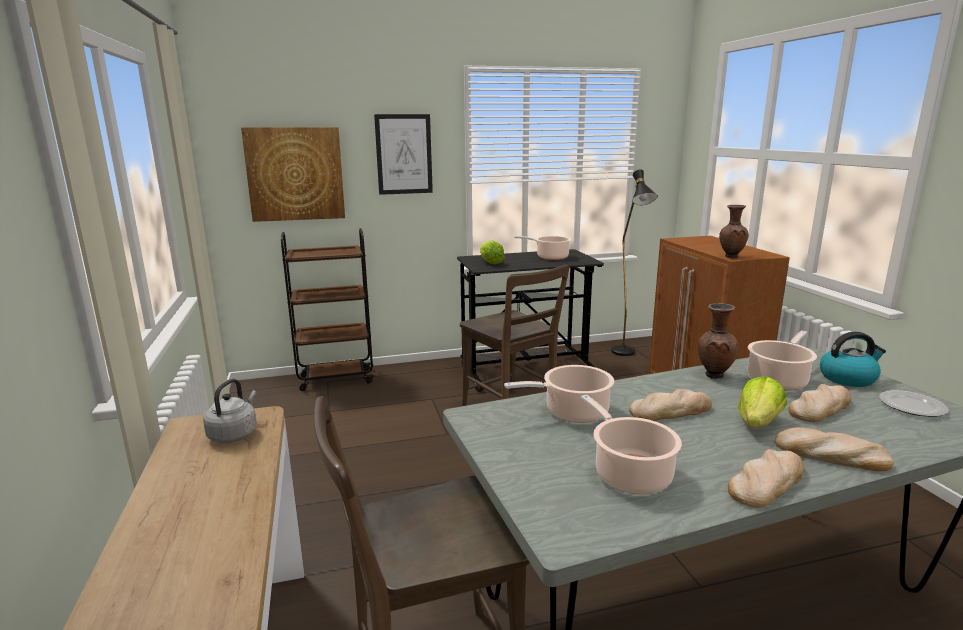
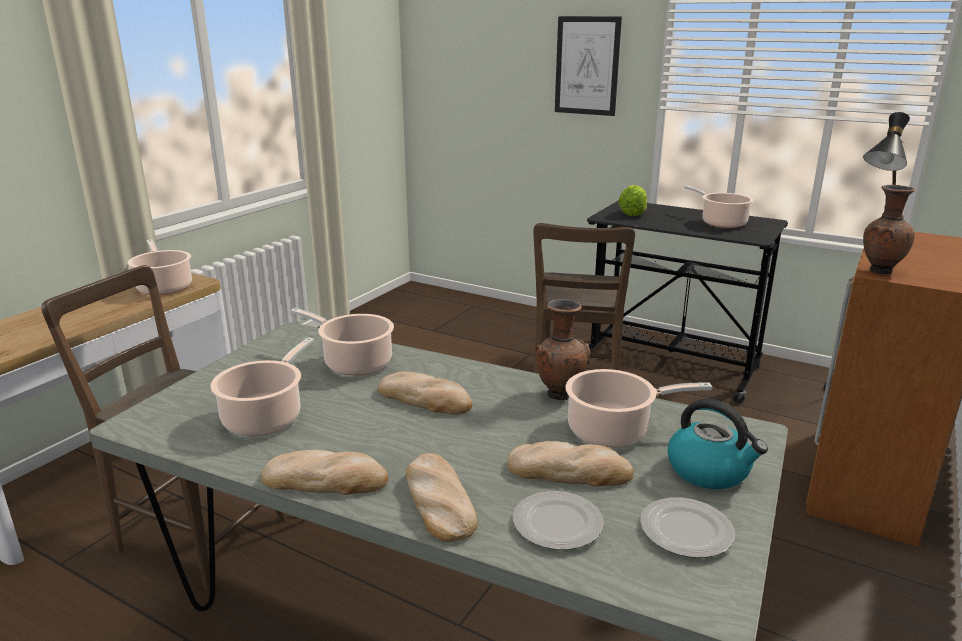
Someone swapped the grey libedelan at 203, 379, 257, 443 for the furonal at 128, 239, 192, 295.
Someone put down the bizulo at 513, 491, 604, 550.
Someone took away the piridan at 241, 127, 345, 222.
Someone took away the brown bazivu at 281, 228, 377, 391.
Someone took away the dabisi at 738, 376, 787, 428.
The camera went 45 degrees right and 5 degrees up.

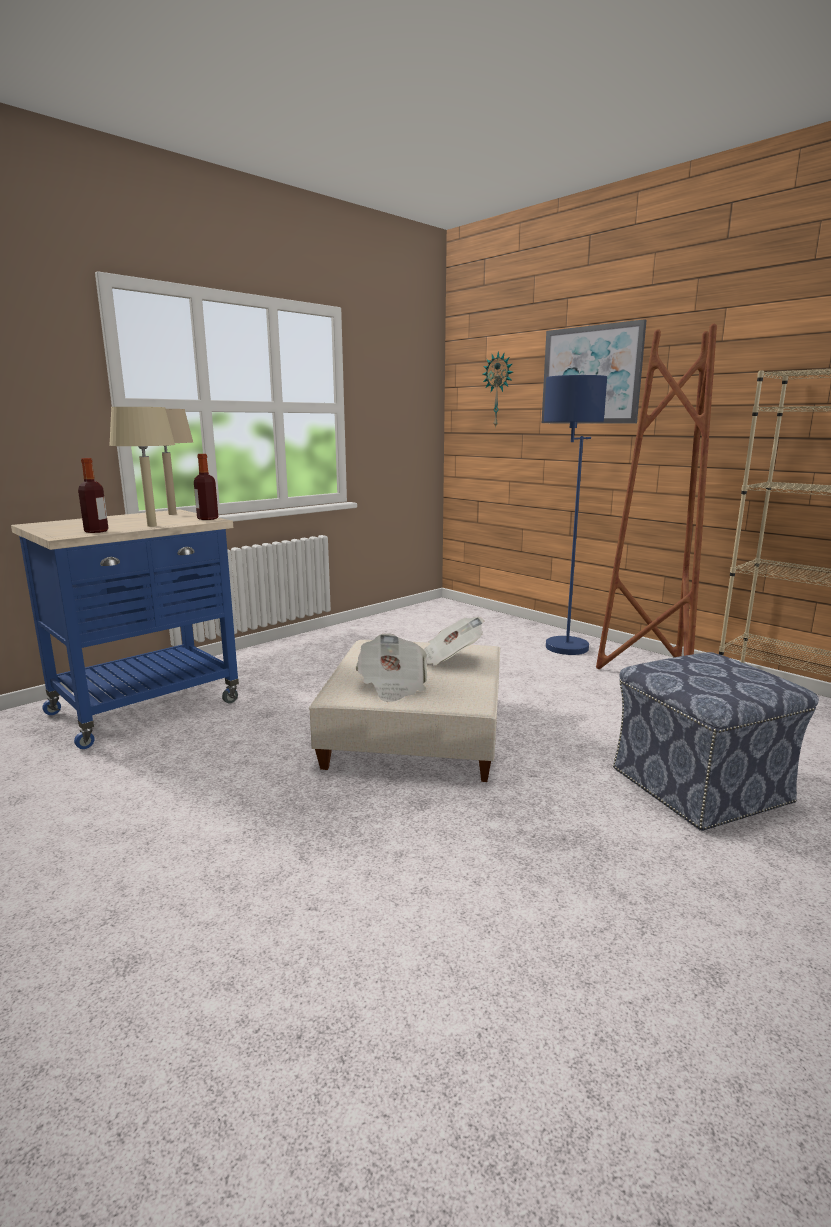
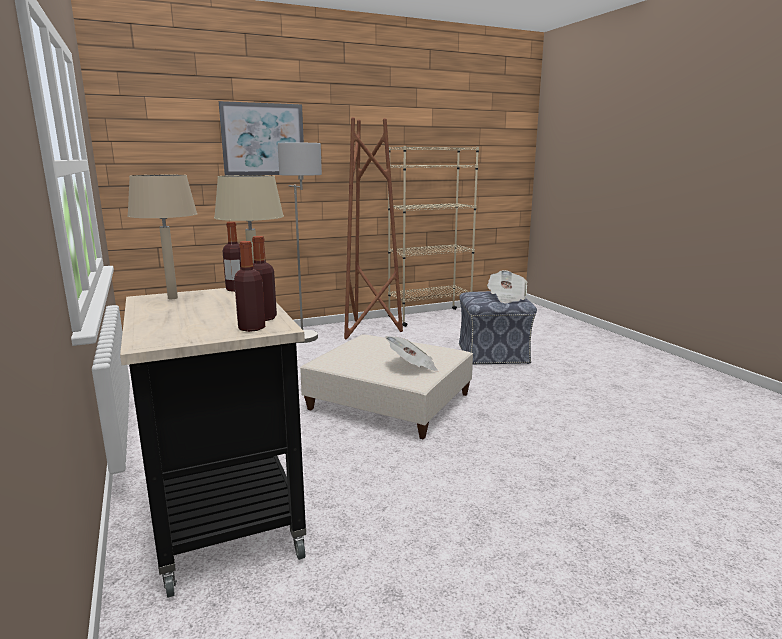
Someone repainted the blue bazivu at 11, 509, 239, 749, which became the black bazivu at 120, 288, 306, 598.
Someone put down the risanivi at 234, 241, 265, 332.
Someone repainted the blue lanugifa at 544, 375, 607, 655, which became the grey lanugifa at 278, 143, 322, 343.
Someone carried the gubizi from 424, 617, 485, 666 to 487, 270, 527, 303.
Someone took away the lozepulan at 483, 351, 513, 428.
The camera went 70 degrees left and 0 degrees up.

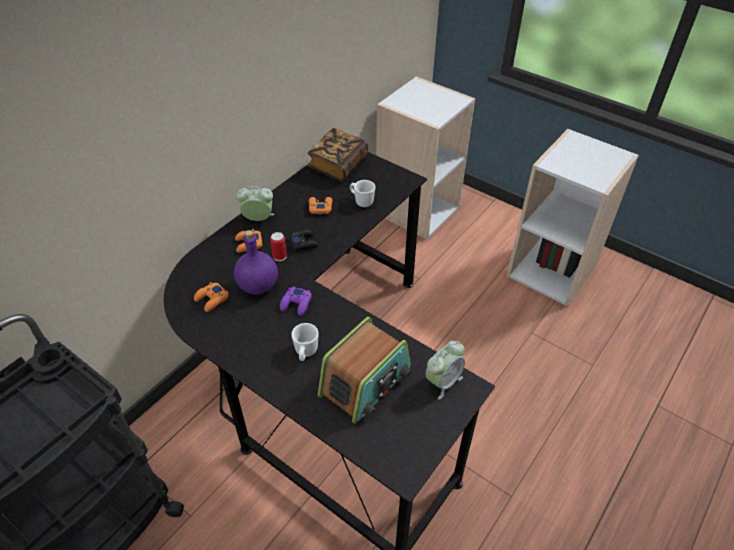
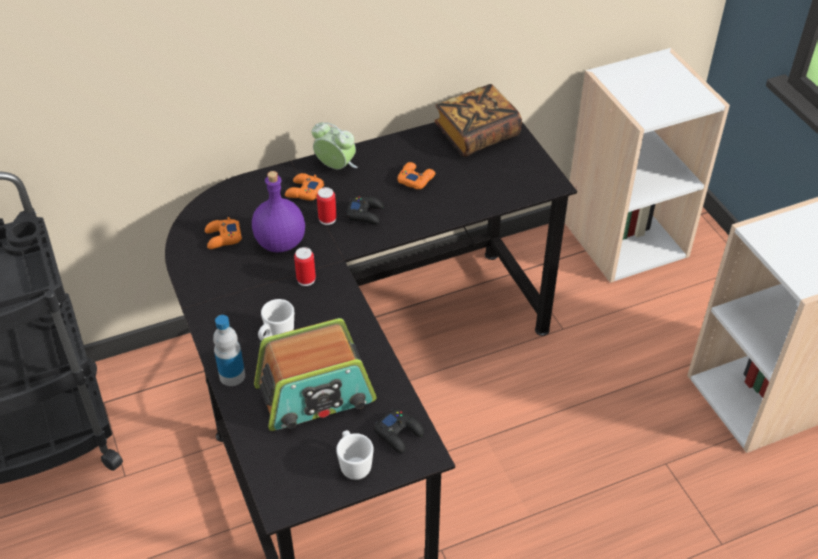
Someone put down the risanivi at 213, 315, 245, 386.
Someone swapped the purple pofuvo at 280, 287, 312, 316 for the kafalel at 294, 247, 316, 286.
Someone carried the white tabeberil from 350, 180, 375, 207 to 336, 430, 374, 480.
Someone swapped the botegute at 426, 341, 465, 399 for the black pofuvo at 374, 408, 424, 454.
The camera went 30 degrees right and 0 degrees up.

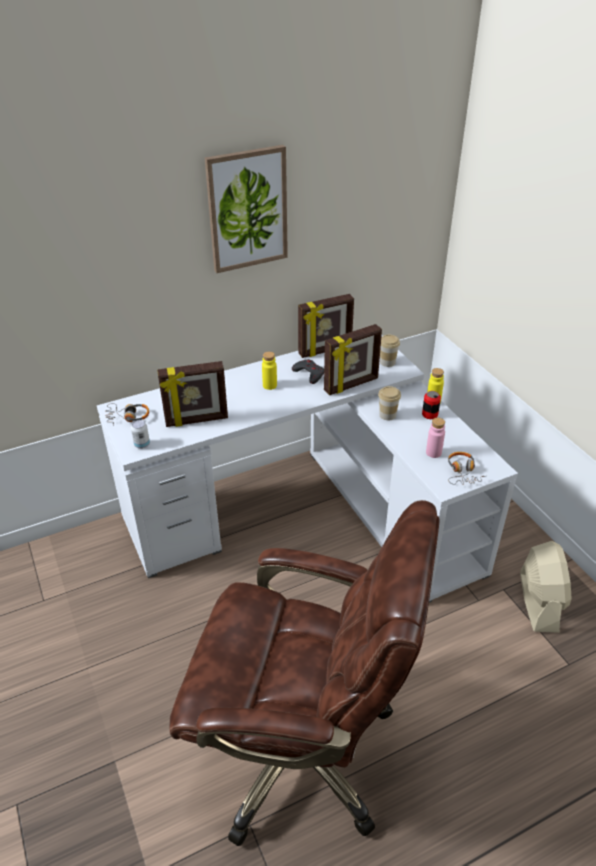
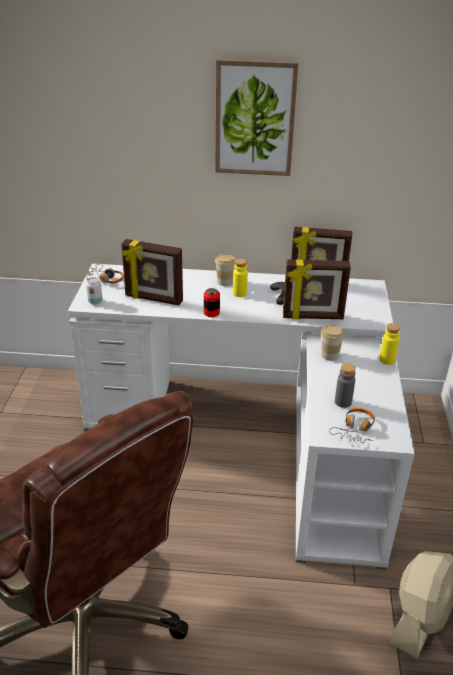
Someone carried the kafalel from 422, 391, 441, 419 to 204, 288, 220, 317.
Someone carried the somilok from 380, 335, 400, 367 to 215, 254, 236, 286.
Someone repainted the pink risanivi at 426, 418, 445, 458, which became the grey risanivi at 335, 363, 355, 408.
The camera went 30 degrees right and 5 degrees down.

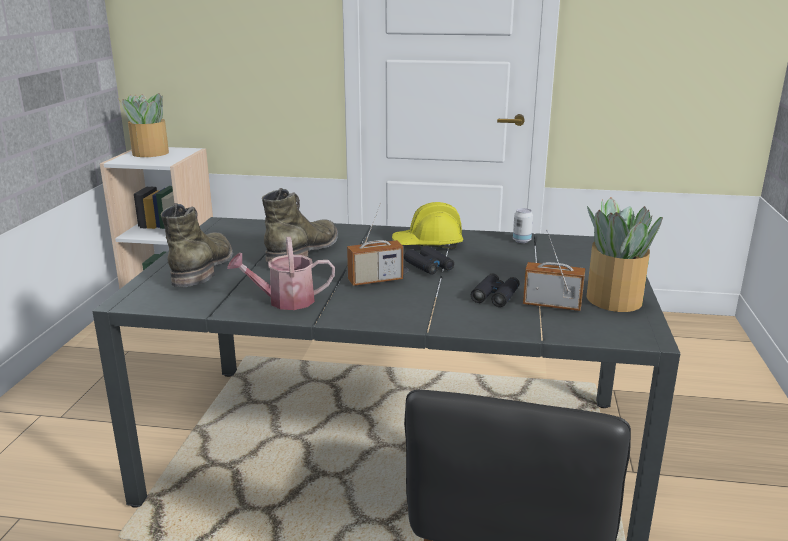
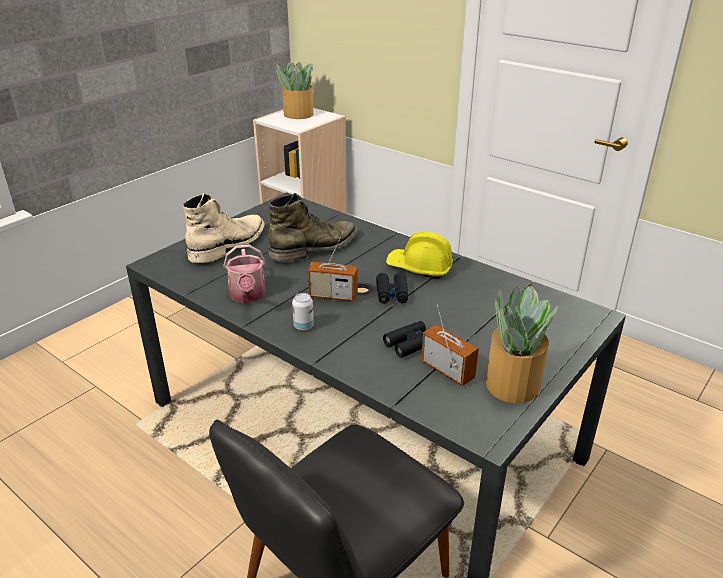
Someone repainted the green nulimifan at 160, 203, 233, 287, which became the beige nulimifan at 183, 193, 265, 263.
Someone rotated the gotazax at 227, 237, 335, 310 by 120 degrees counterclockwise.
Someone carried the kafalel from 513, 208, 533, 243 to 292, 293, 314, 331.
The camera went 30 degrees right and 10 degrees up.

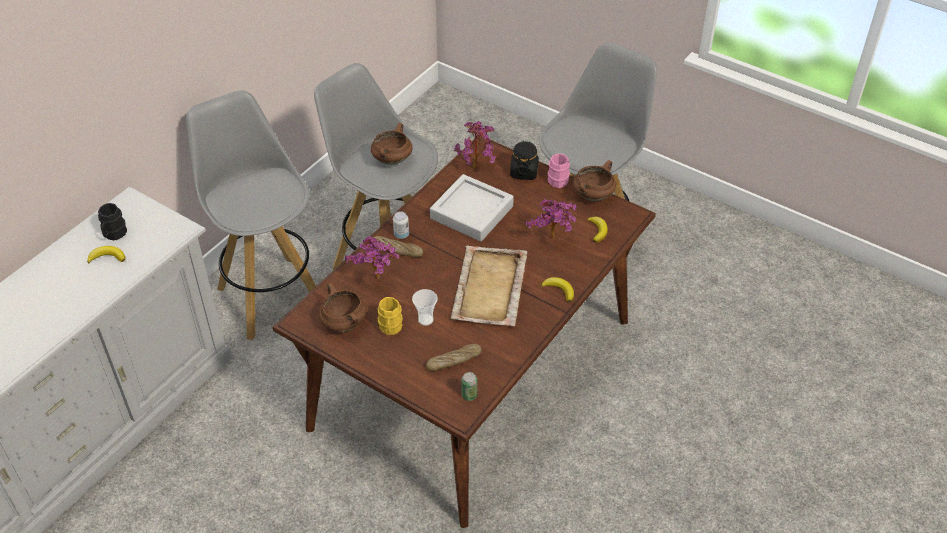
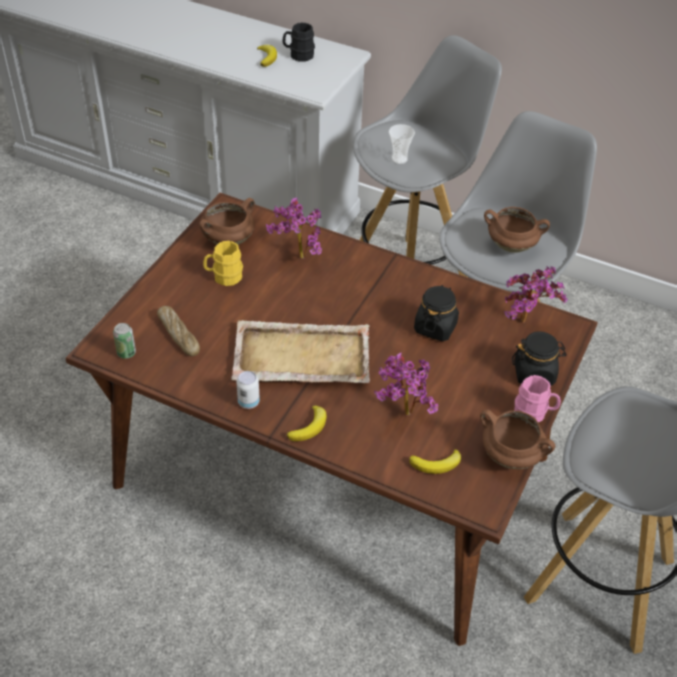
Someone carried the kafalel from 393, 211, 409, 239 to 236, 371, 260, 409.
Someone carried the somilok from 412, 289, 438, 326 to 389, 124, 415, 164.
Someone swapped the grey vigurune at 430, 174, 514, 241 for the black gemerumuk at 414, 285, 459, 341.
Someone took away the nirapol at 373, 236, 423, 257.
The camera went 80 degrees right and 0 degrees up.

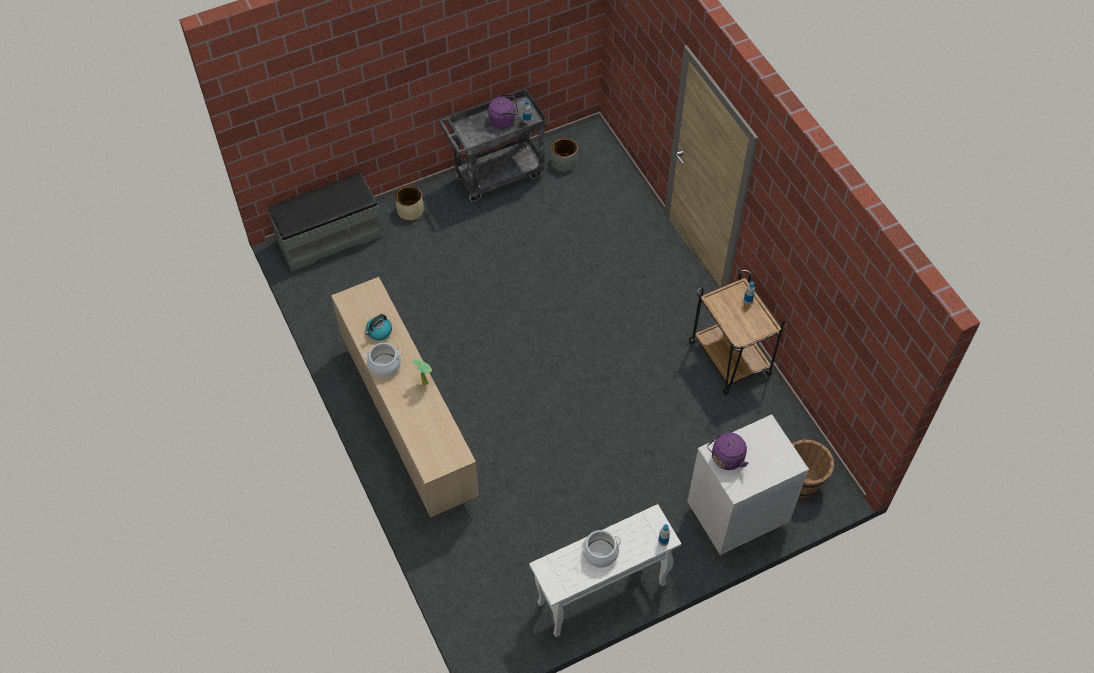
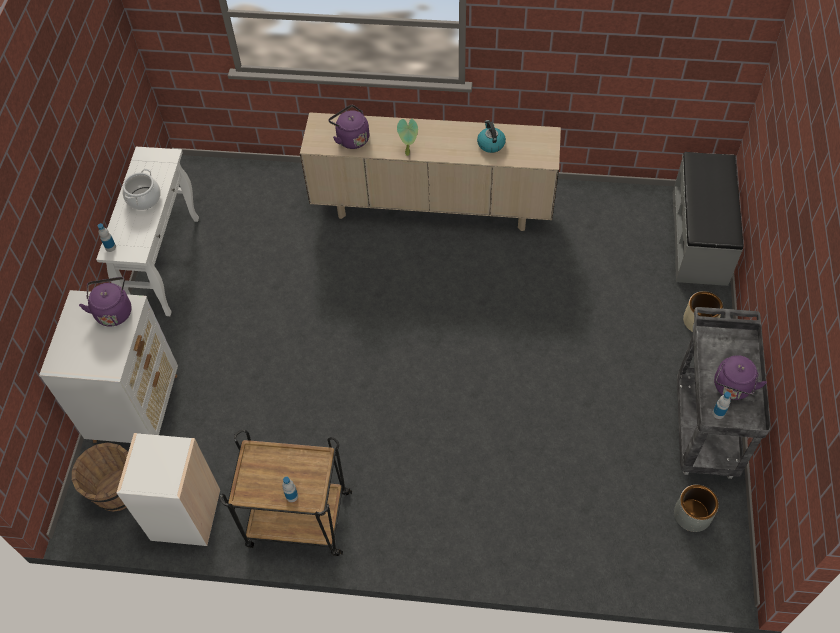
Someone put down the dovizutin at 116, 433, 220, 546.
Someone put down the purple libedelan at 329, 105, 369, 149.
Someone took away the furonal at 364, 342, 401, 377.
The camera went 125 degrees right and 0 degrees up.

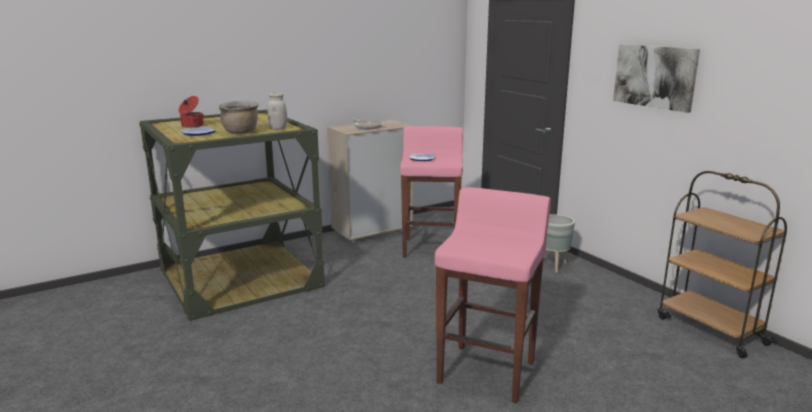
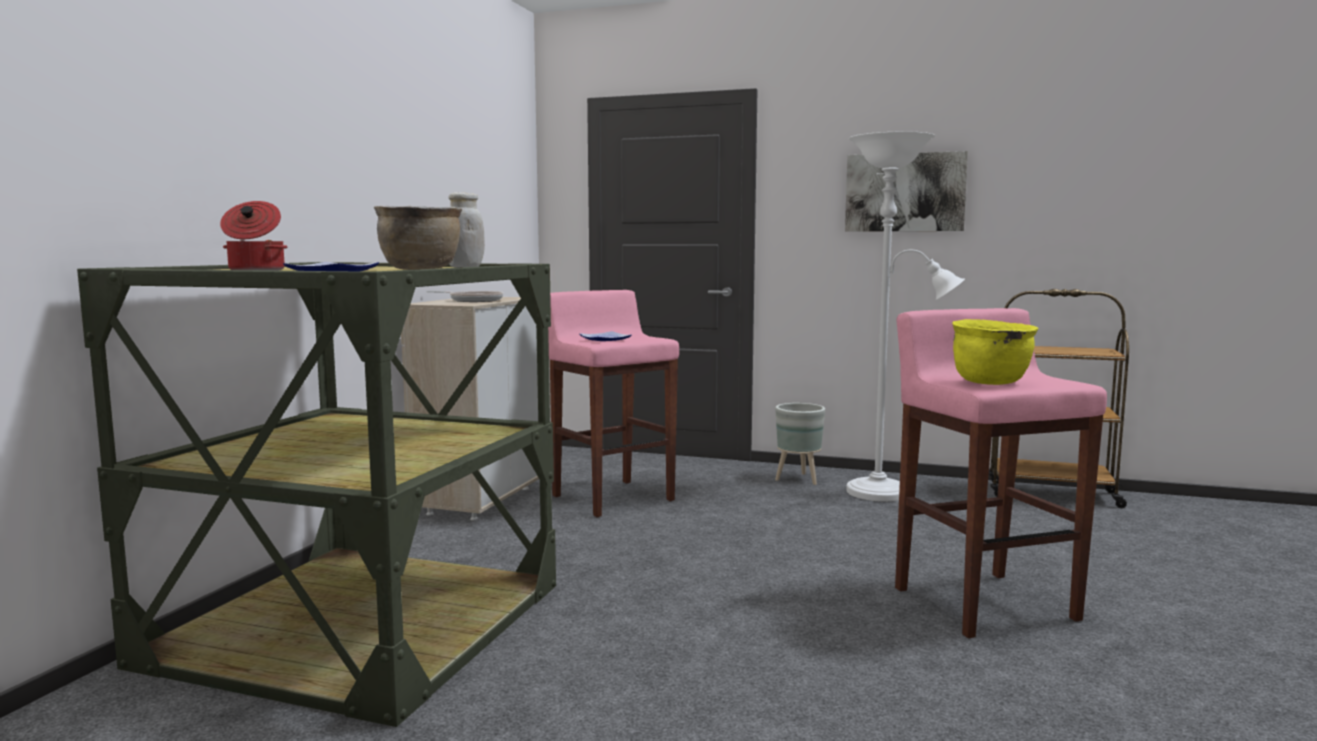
Someone put down the white lanugifa at 846, 131, 965, 502.
Someone put down the yellow furonal at 952, 319, 1039, 385.
The camera went 40 degrees left and 10 degrees down.

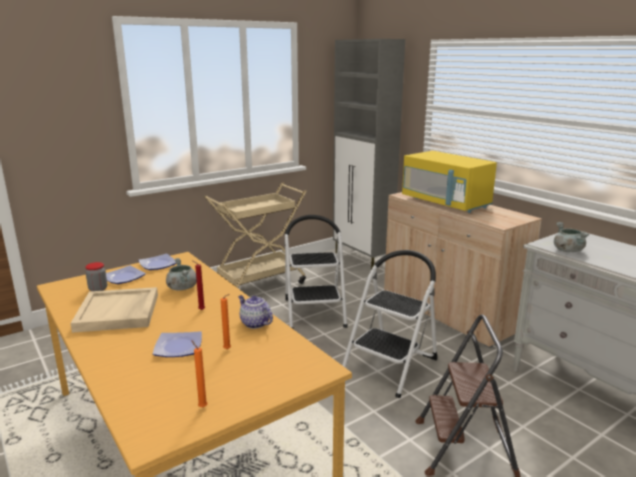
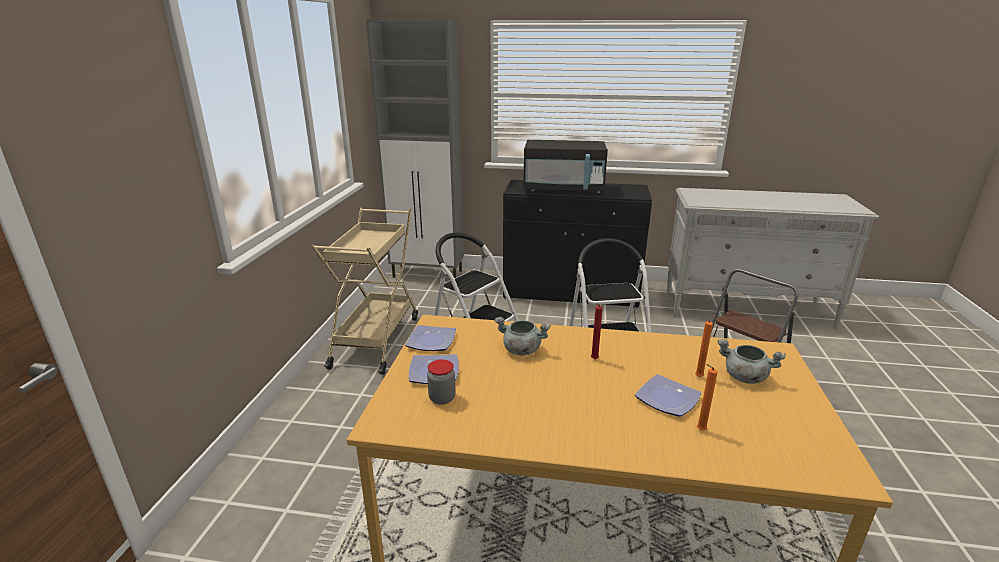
Someone repainted the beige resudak at 384, 192, 542, 348, which became the black resudak at 503, 180, 652, 308.
Someone repainted the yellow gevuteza at 402, 151, 497, 213, which became the black gevuteza at 523, 140, 608, 193.
Someone carried the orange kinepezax from 191, 340, 207, 408 to 697, 364, 718, 431.
Someone carried the grey furonal from 554, 222, 589, 252 to 717, 339, 786, 384.
Someone took away the beige vigurune at 70, 287, 158, 333.
Someone took away the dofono at 238, 295, 273, 329.
The camera went 45 degrees left and 5 degrees up.

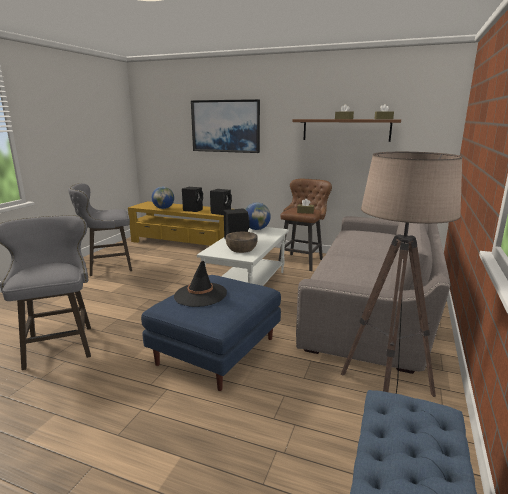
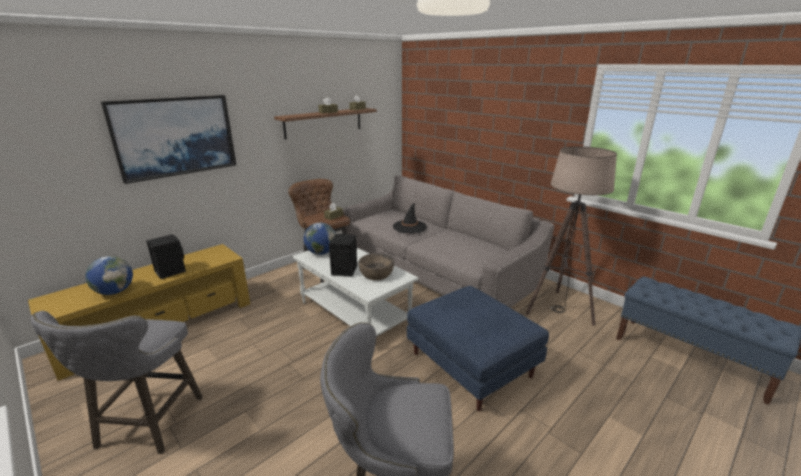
Someone carried the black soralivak from 174, 261, 227, 307 to 393, 203, 427, 234.
Someone took away the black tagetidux at 210, 189, 232, 215.
The camera went 65 degrees left and 5 degrees up.

